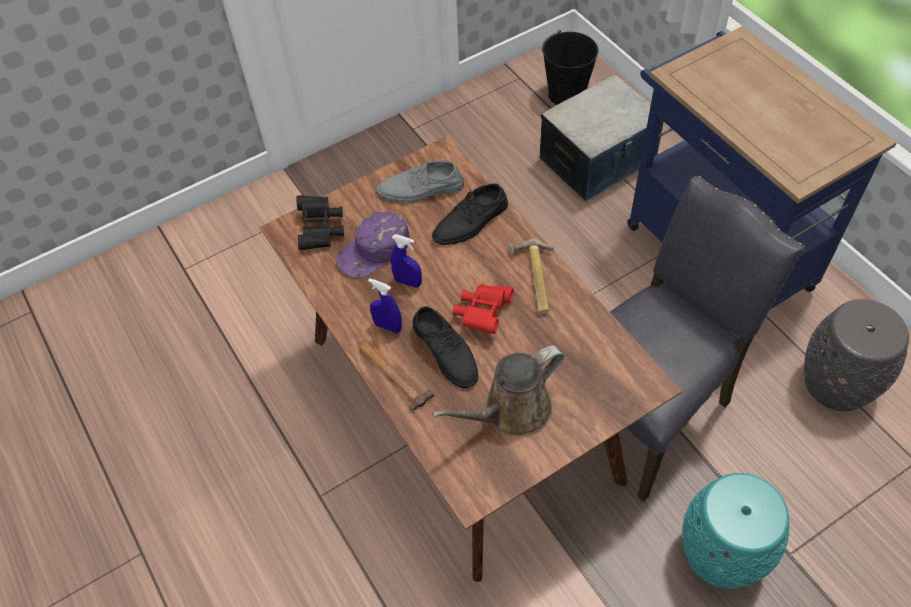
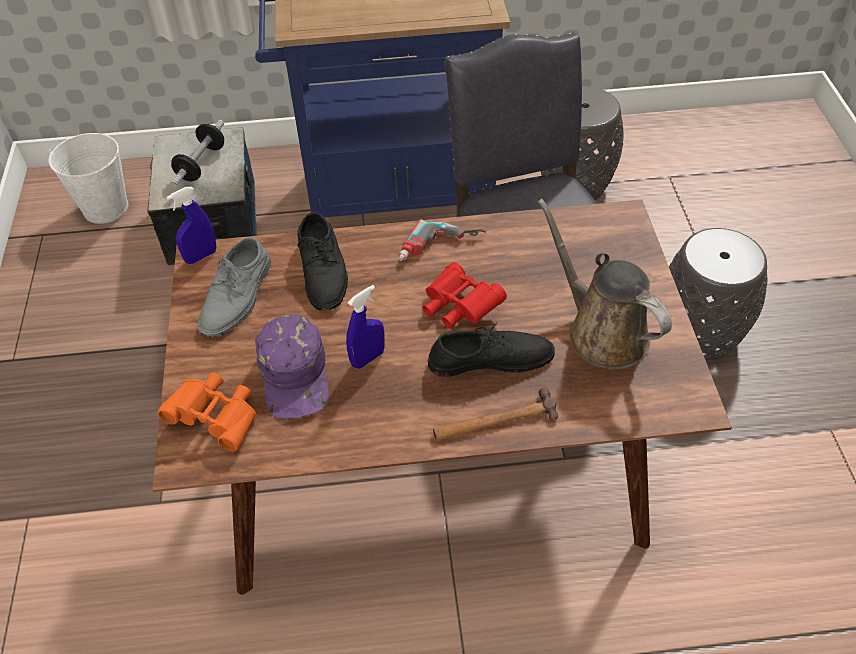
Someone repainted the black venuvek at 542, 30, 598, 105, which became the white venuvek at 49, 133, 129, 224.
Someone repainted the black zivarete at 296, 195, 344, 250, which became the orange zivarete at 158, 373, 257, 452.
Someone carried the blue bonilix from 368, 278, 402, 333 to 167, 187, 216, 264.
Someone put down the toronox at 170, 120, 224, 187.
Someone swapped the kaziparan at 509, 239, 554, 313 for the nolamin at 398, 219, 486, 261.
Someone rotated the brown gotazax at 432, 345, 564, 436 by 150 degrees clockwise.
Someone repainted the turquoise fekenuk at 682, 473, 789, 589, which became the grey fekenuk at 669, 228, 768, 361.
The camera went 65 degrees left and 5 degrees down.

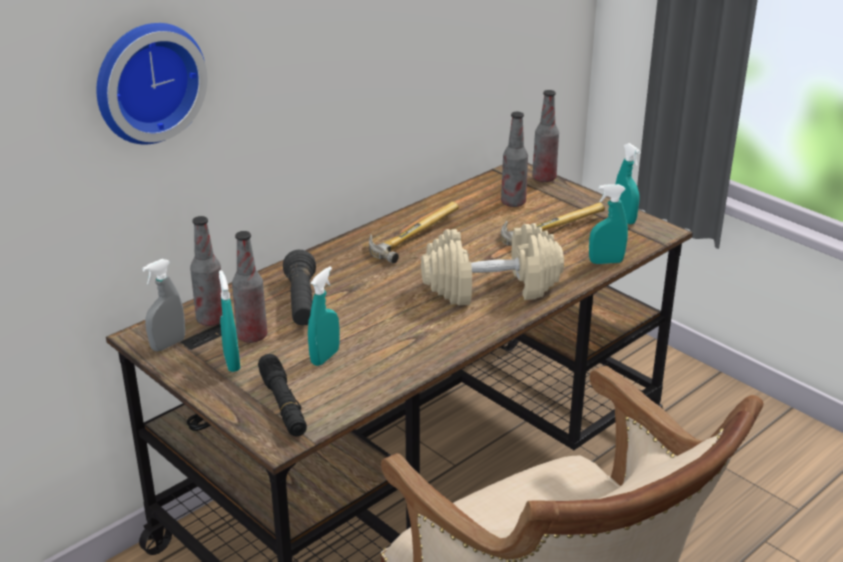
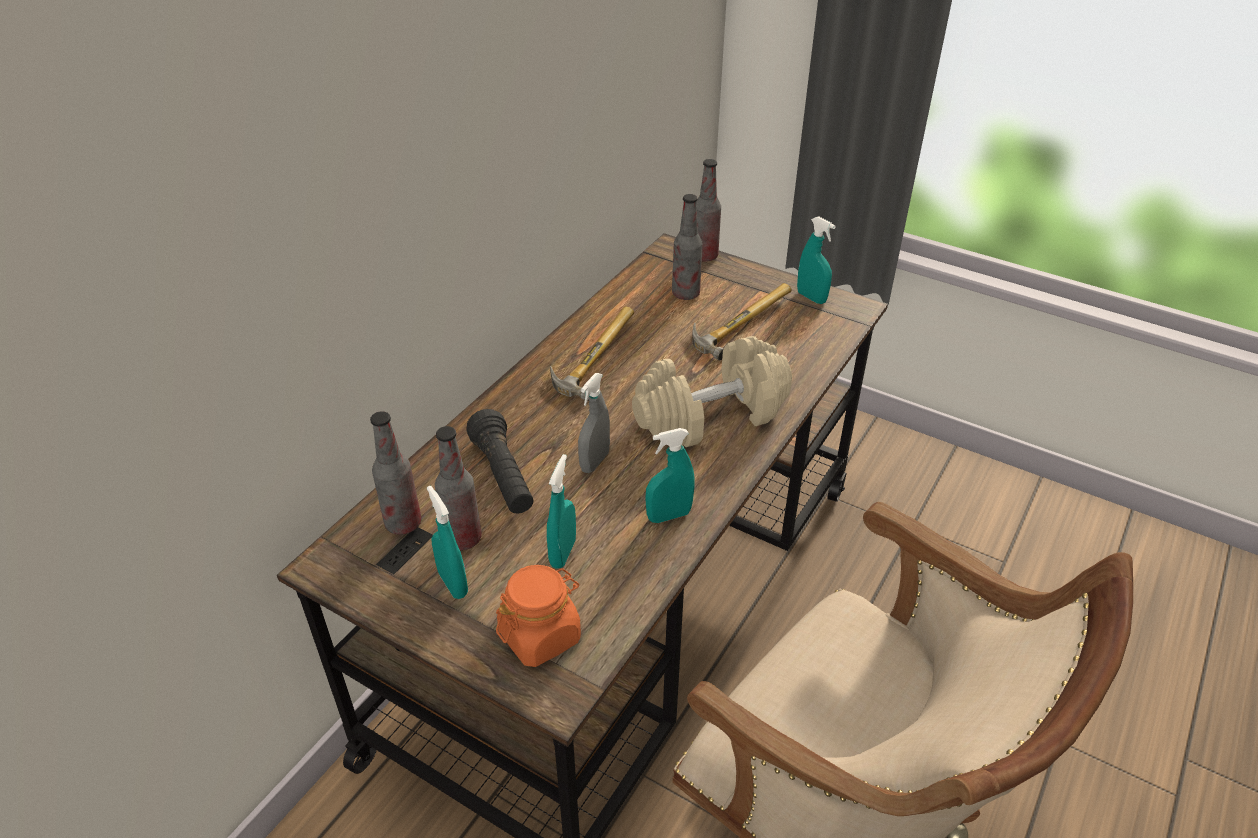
Someone swapped the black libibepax at 258, 354, 307, 437 for the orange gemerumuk at 496, 565, 581, 667.
Someone carried the grey bonilix from 142, 259, 185, 351 to 578, 373, 610, 473.
Someone carried the turquoise bonilix from 589, 184, 628, 264 to 645, 428, 695, 523.
Someone took away the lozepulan at 96, 23, 207, 145.
The camera went 15 degrees left and 10 degrees up.

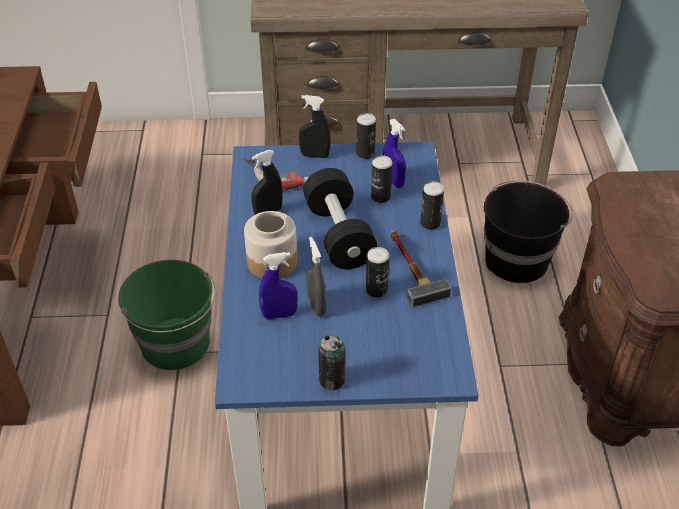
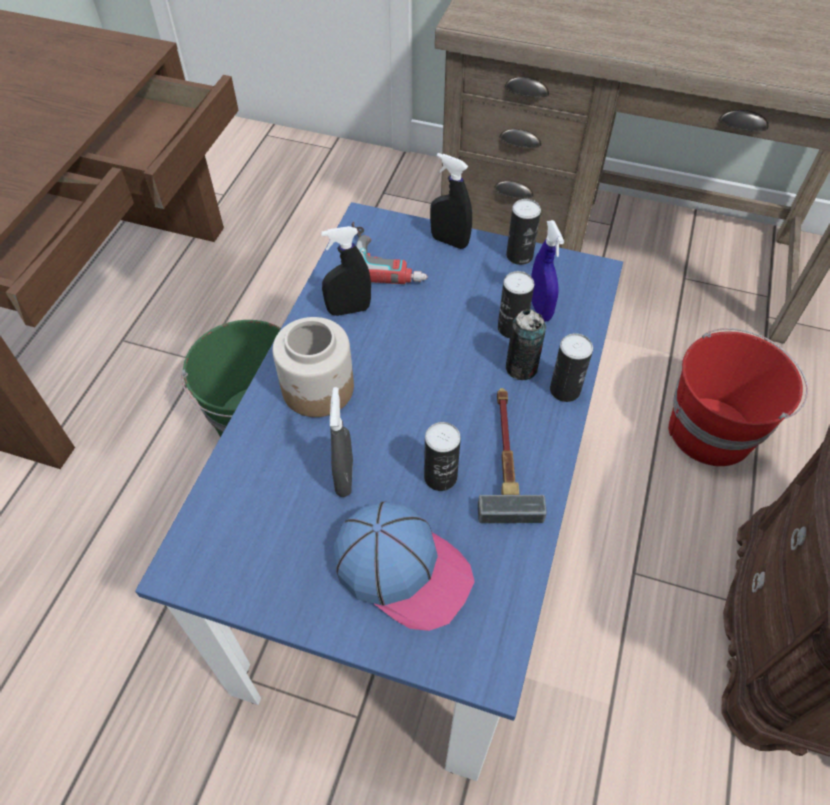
Someone put down the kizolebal at 333, 502, 475, 631.
Someone carried the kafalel from 318, 335, 345, 390 to 506, 309, 546, 380.
Someone repainted the black venuvek at 484, 180, 573, 283, which became the red venuvek at 668, 328, 808, 466.
Someone took away the blue bonilix at 259, 252, 298, 319.
Someone took away the black toronox at 303, 168, 377, 269.
The camera went 20 degrees right and 10 degrees up.

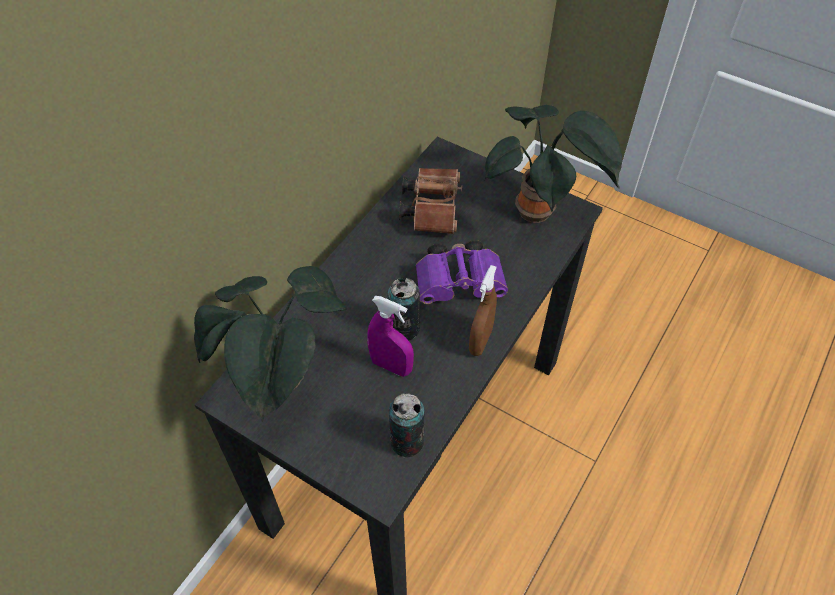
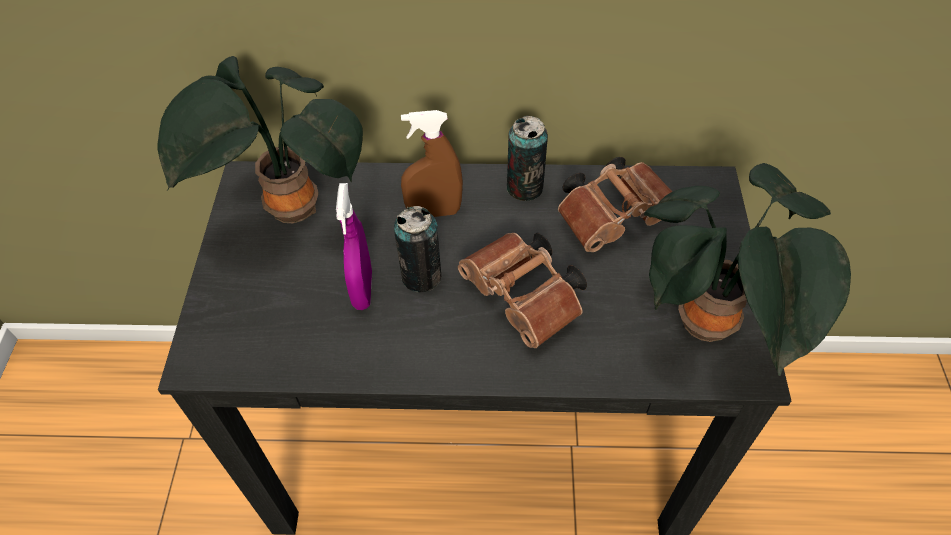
Someone carried the brown bonilix from 469, 265, 497, 356 to 401, 110, 463, 217.
Someone repainted the purple zivarete at 416, 240, 508, 304, which became the brown zivarete at 458, 233, 587, 348.
Someone carried the kafalel from 389, 393, 425, 457 to 507, 116, 548, 201.
The camera went 60 degrees right and 0 degrees up.

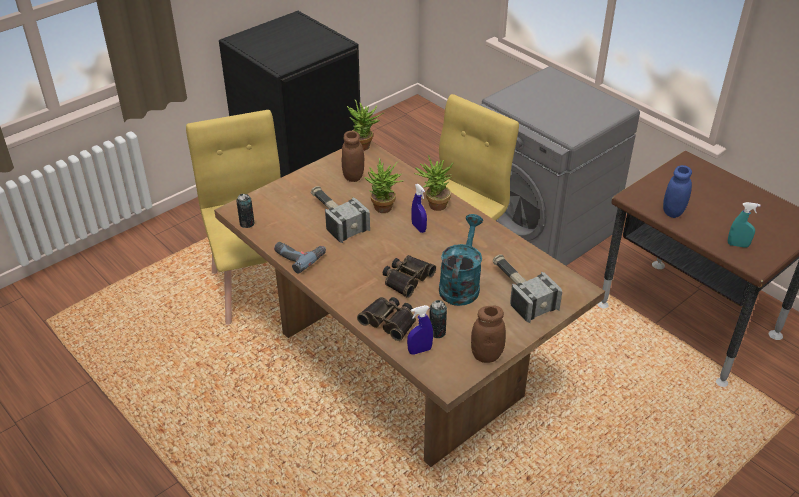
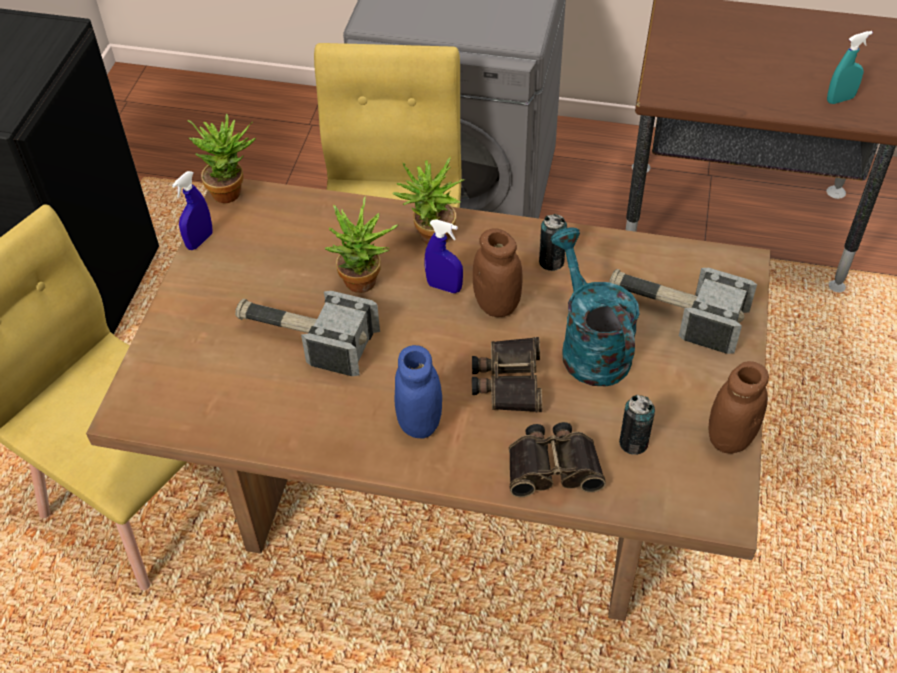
Someone carried the blue bonilix from 407, 305, 433, 355 to 172, 171, 212, 250.
Someone carried the blue gemerumuk from 663, 165, 692, 218 to 395, 345, 442, 439.
Someone carried the brown gemerumuk from 342, 131, 364, 182 to 473, 228, 523, 317.
Someone carried the kafalel from 236, 194, 255, 228 to 539, 214, 567, 271.
Someone took away the nolamin at 274, 242, 326, 274.
The camera went 35 degrees left and 10 degrees up.

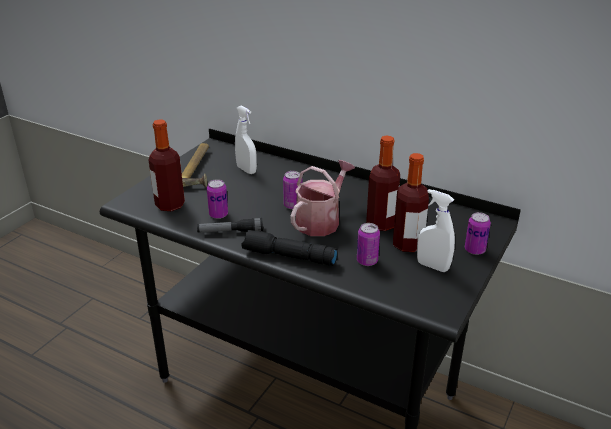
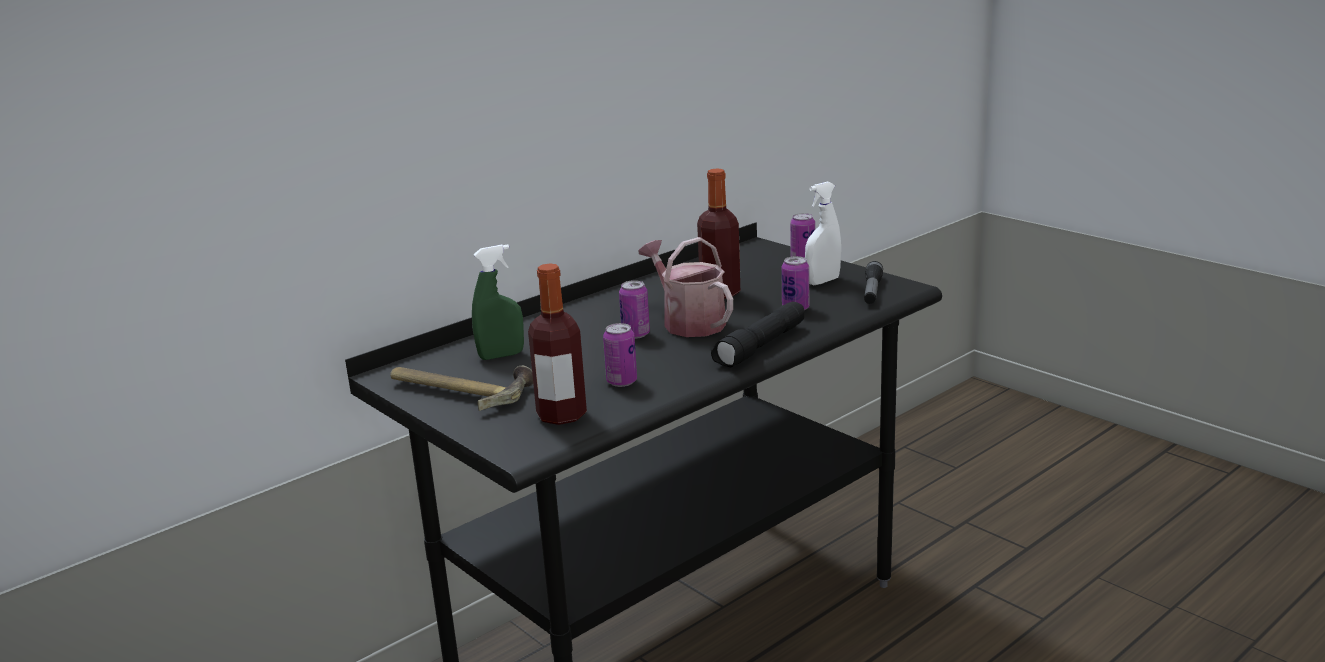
Someone repainted the white bonilix at 235, 106, 257, 174, which became the green bonilix at 472, 244, 524, 360.
Someone carried the libibepax from 197, 218, 263, 233 to 864, 261, 883, 304.
Someone took away the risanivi at 393, 153, 429, 252.
The camera went 70 degrees left and 10 degrees down.

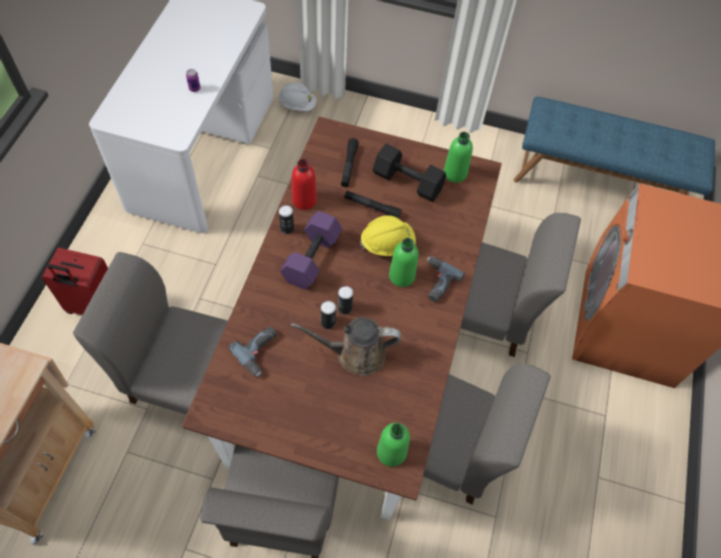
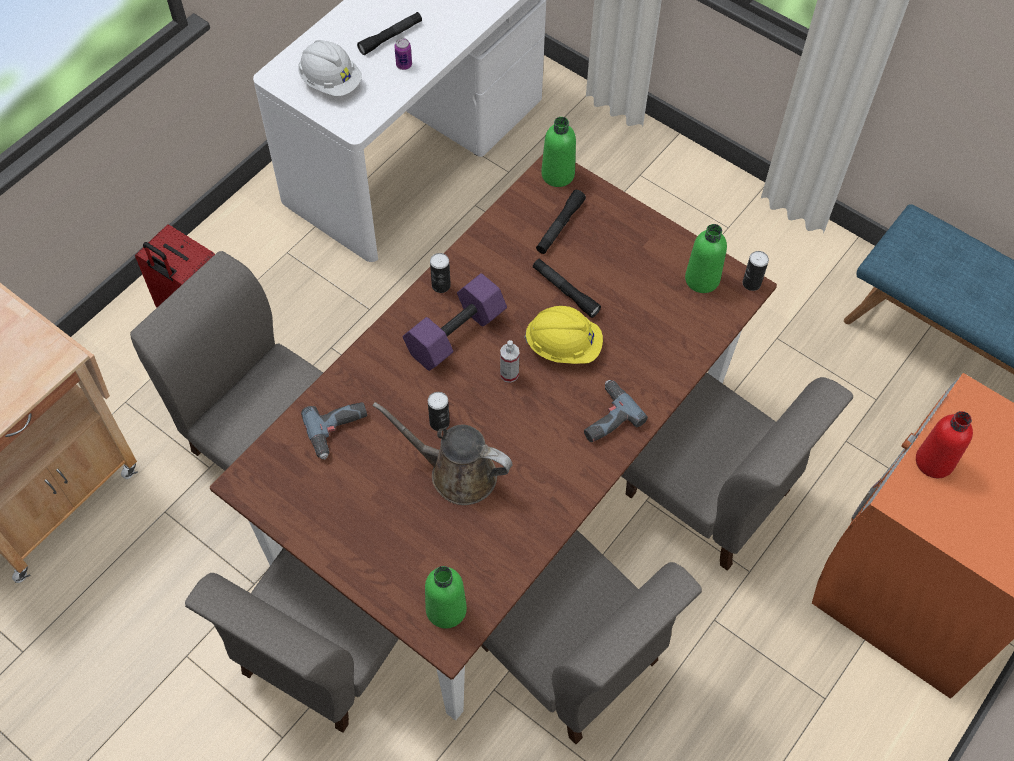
Someone carried the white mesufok from 278, 82, 316, 111 to 298, 40, 362, 96.
Someone put down the black libibepax at 357, 12, 422, 55.
Someone put down the bonilix at 500, 340, 520, 383.
Someone carried the green risanivi from 389, 238, 419, 287 to 541, 117, 576, 187.
Someone carried the kafalel from 338, 286, 353, 314 to 742, 251, 769, 291.
Someone carried the red risanivi from 292, 159, 317, 210 to 916, 411, 973, 478.
Someone took away the black toronox at 373, 144, 447, 202.
The camera went 25 degrees right and 0 degrees up.

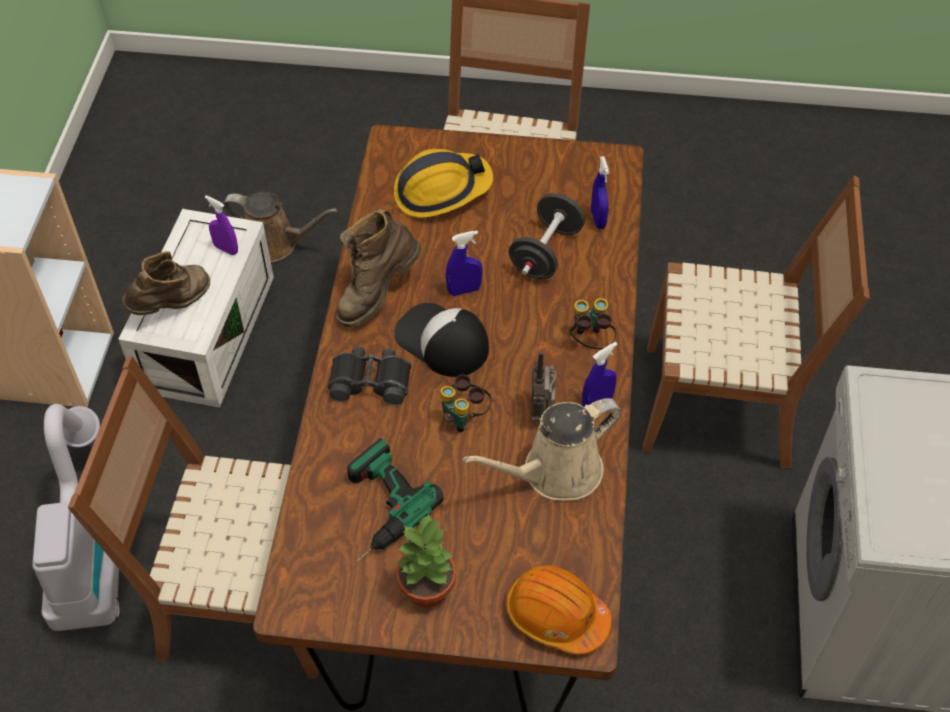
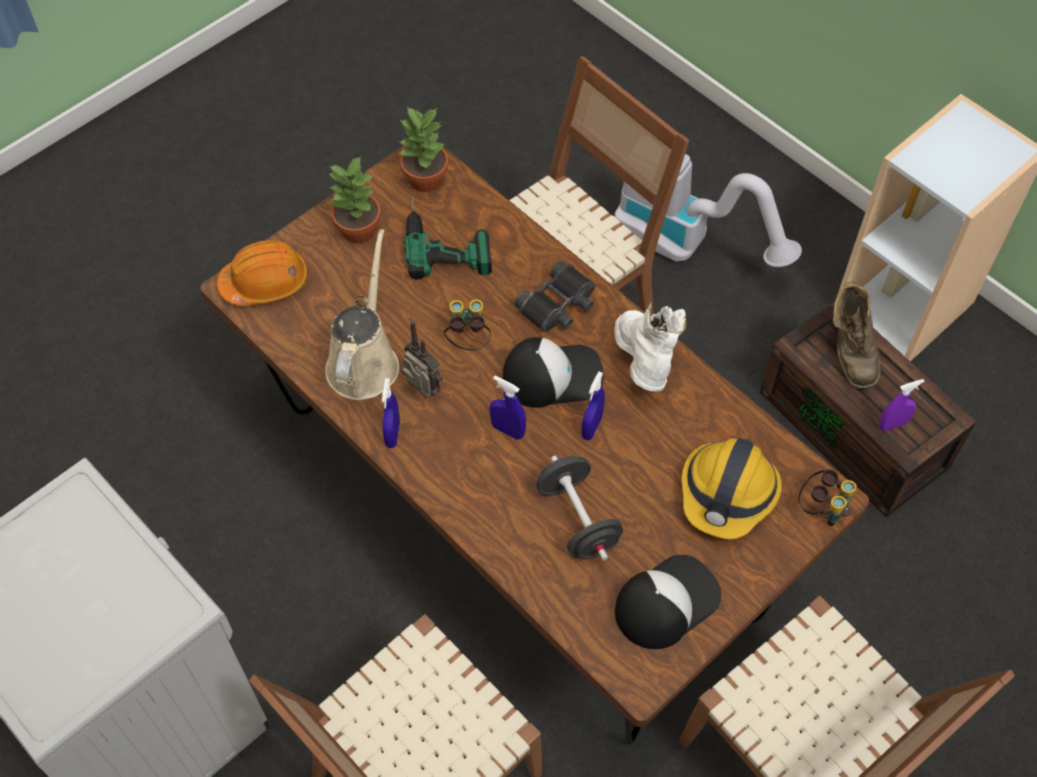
Someone put down the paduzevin at 398, 107, 449, 192.
Someone carried the blue bonilix from 591, 156, 609, 229 to 490, 376, 526, 440.
Someone repainted the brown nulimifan at 336, 209, 421, 328, which became the white nulimifan at 614, 303, 686, 392.
Someone put down the kizolebal at 615, 555, 721, 649.
Someone repainted the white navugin at 118, 209, 274, 408, which became the brown navugin at 760, 302, 976, 518.
Someone carried the zivarete from 570, 298, 616, 349 to 798, 469, 857, 526.
Someone took away the brown gotazax at 223, 192, 337, 262.
The camera went 130 degrees right and 5 degrees up.

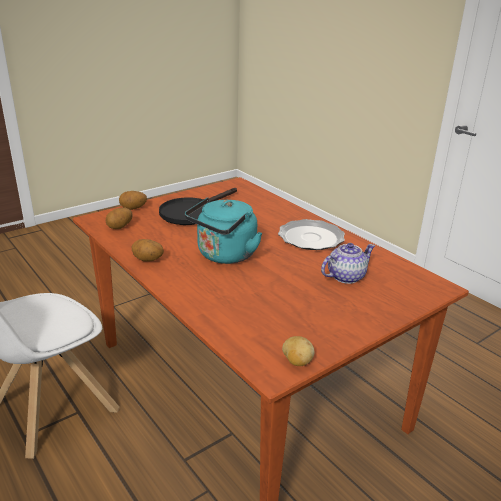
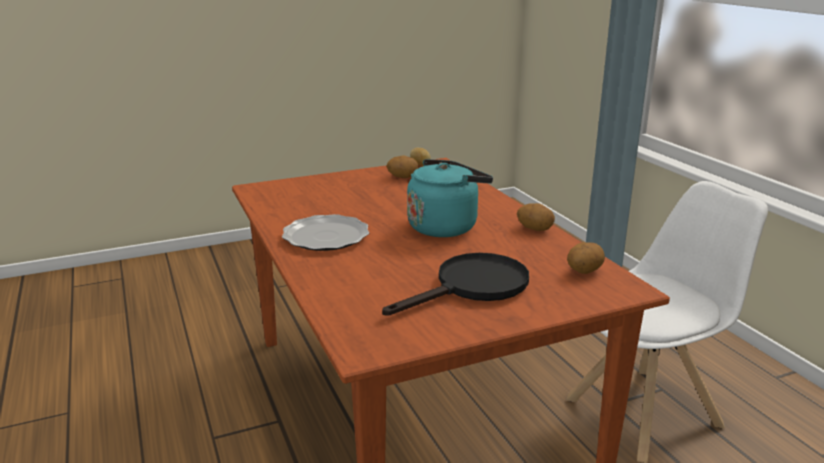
Someone carried the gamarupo from 119, 191, 147, 210 to 387, 155, 418, 178.
Someone took away the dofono at 321, 243, 375, 284.
The camera went 165 degrees left and 5 degrees down.

